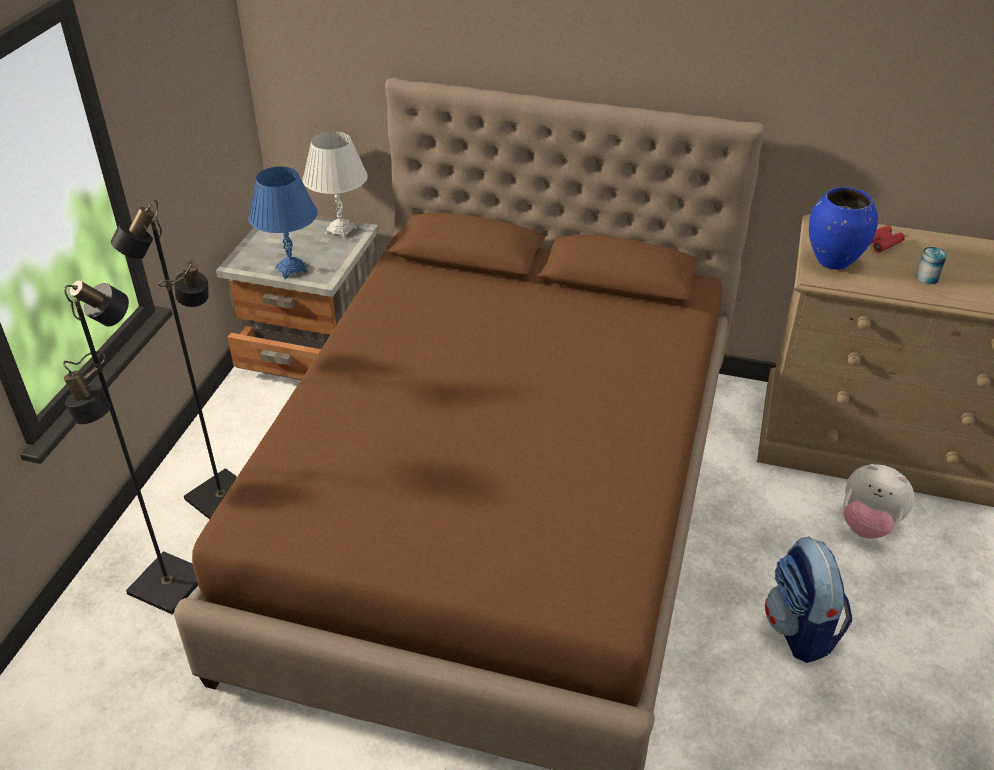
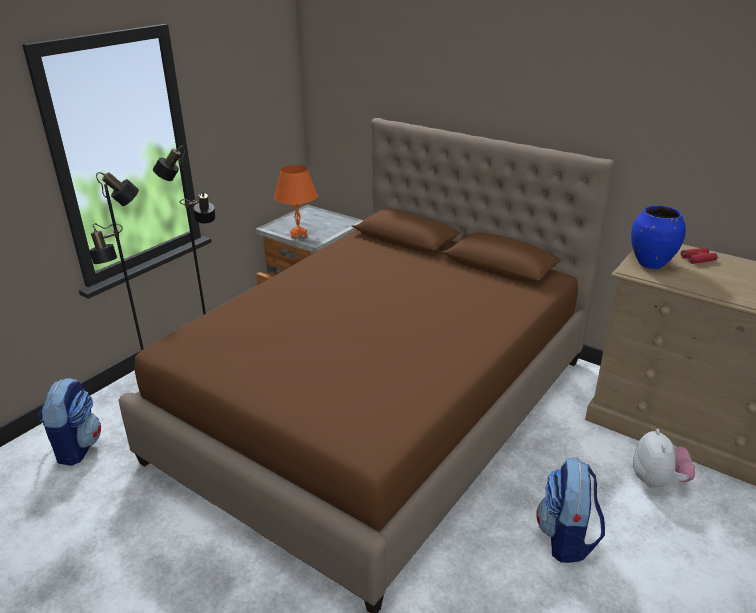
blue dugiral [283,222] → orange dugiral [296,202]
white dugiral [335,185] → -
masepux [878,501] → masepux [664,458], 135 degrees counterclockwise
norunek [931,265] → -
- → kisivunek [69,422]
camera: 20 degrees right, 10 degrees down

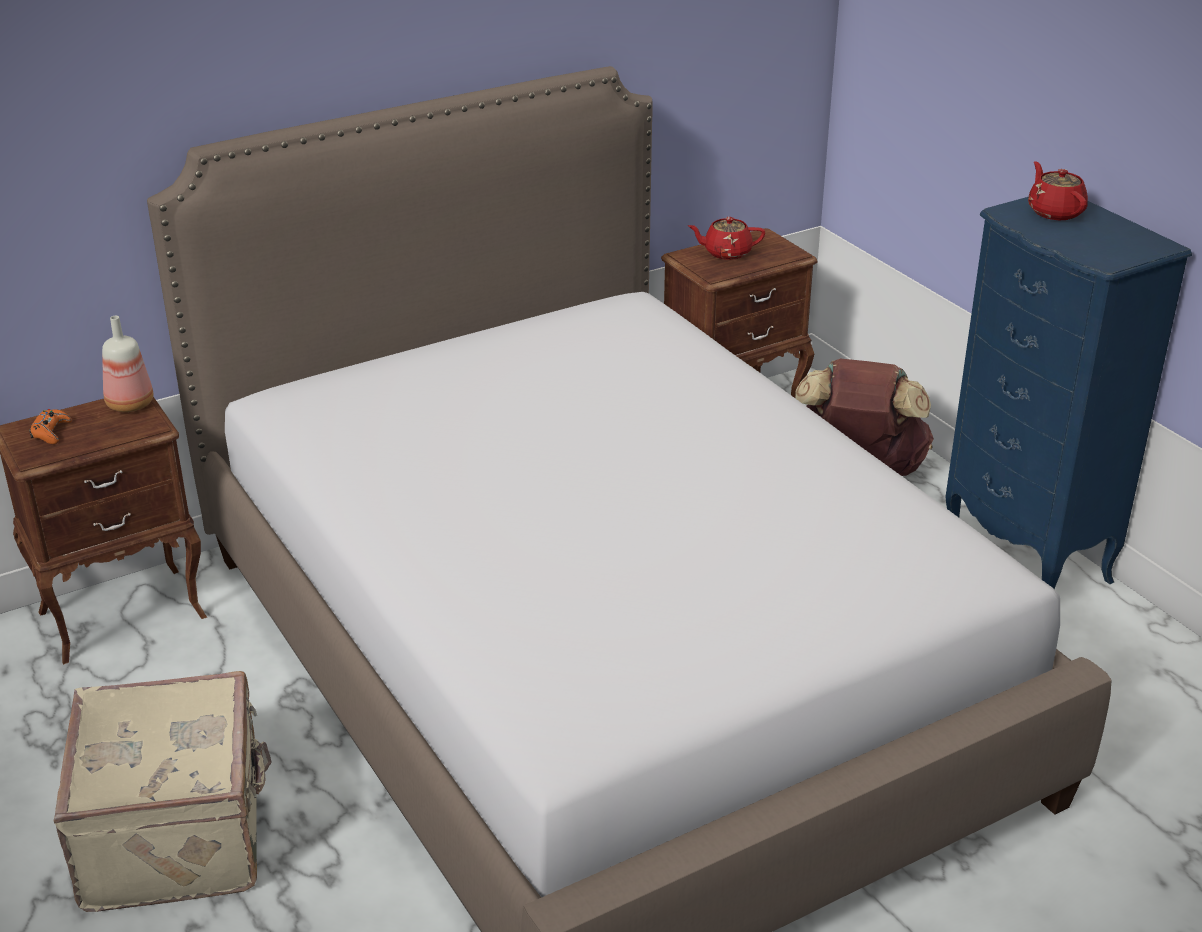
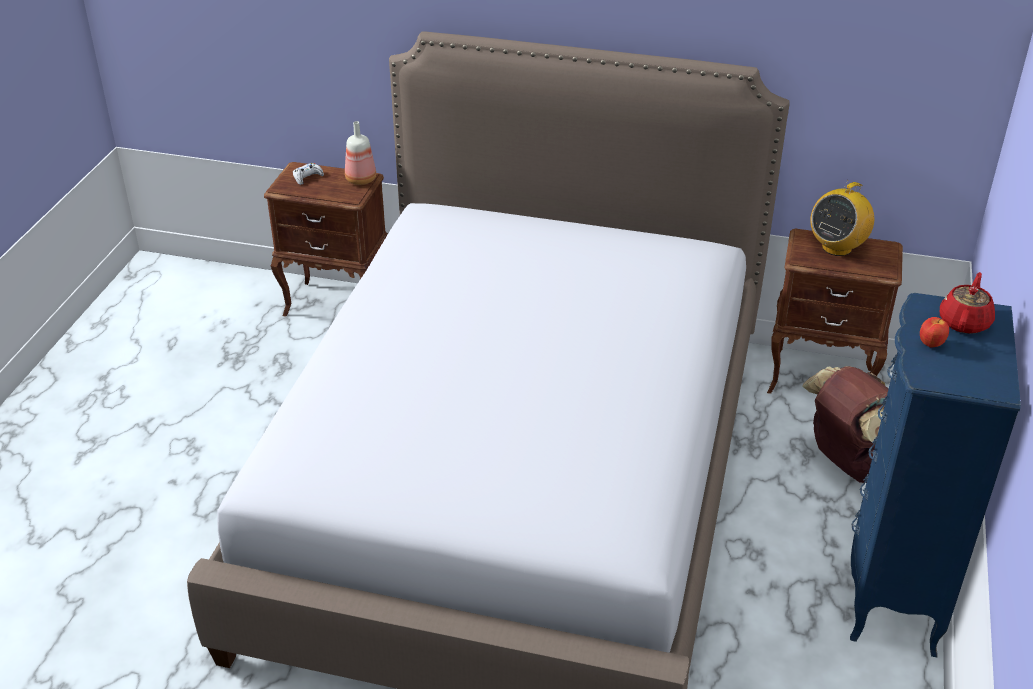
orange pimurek [50,426] → white pimurek [308,174]
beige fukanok [162,791] → -
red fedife [726,238] → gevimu [842,219]
- → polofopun [934,332]
camera: 45 degrees right, 5 degrees up

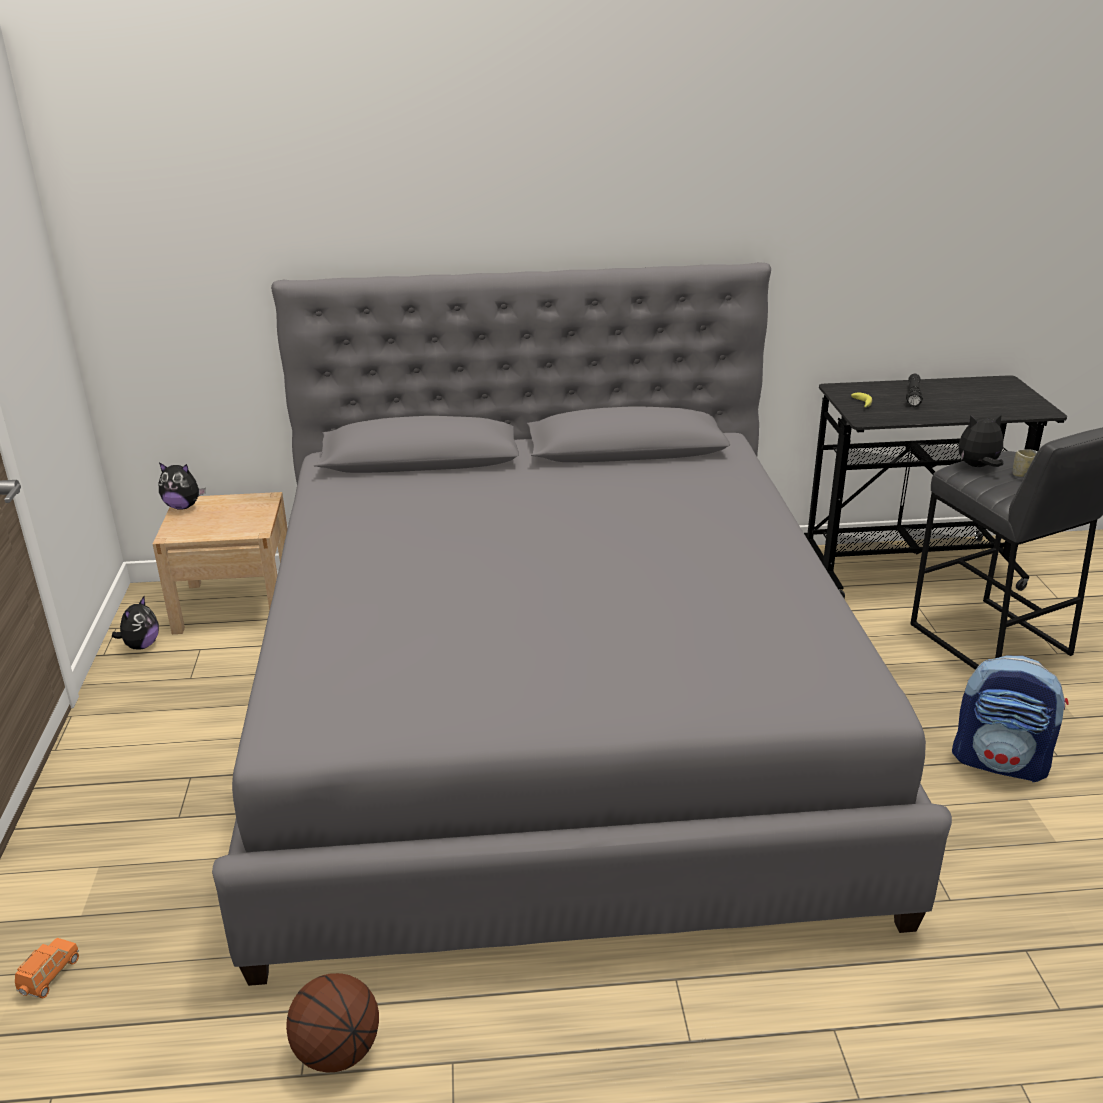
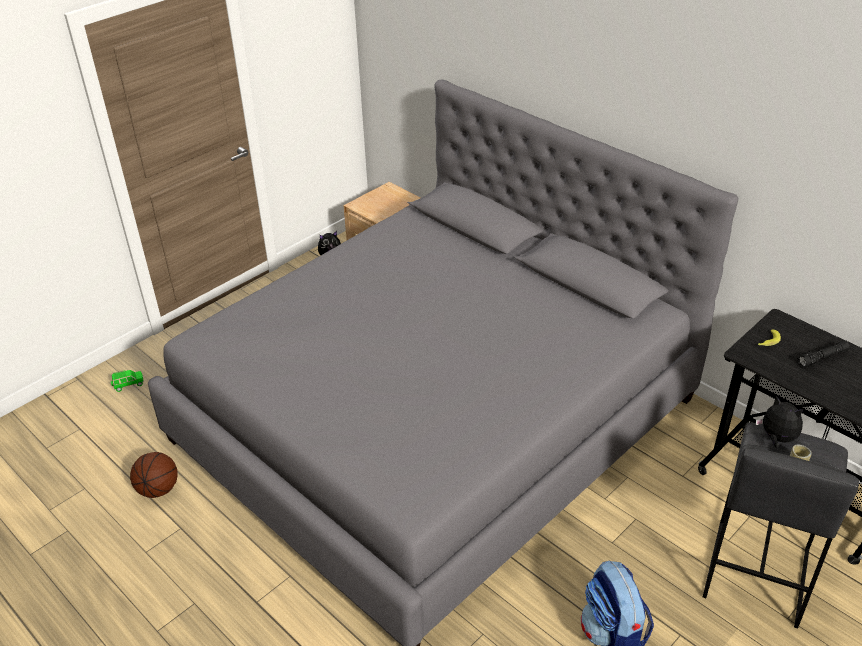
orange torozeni [47,968] → green torozeni [127,381]
masepux [182,486] → -
camera: 50 degrees right, 10 degrees up

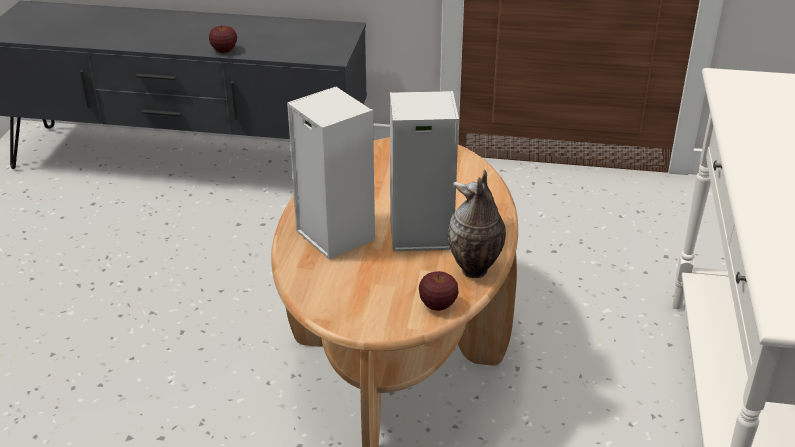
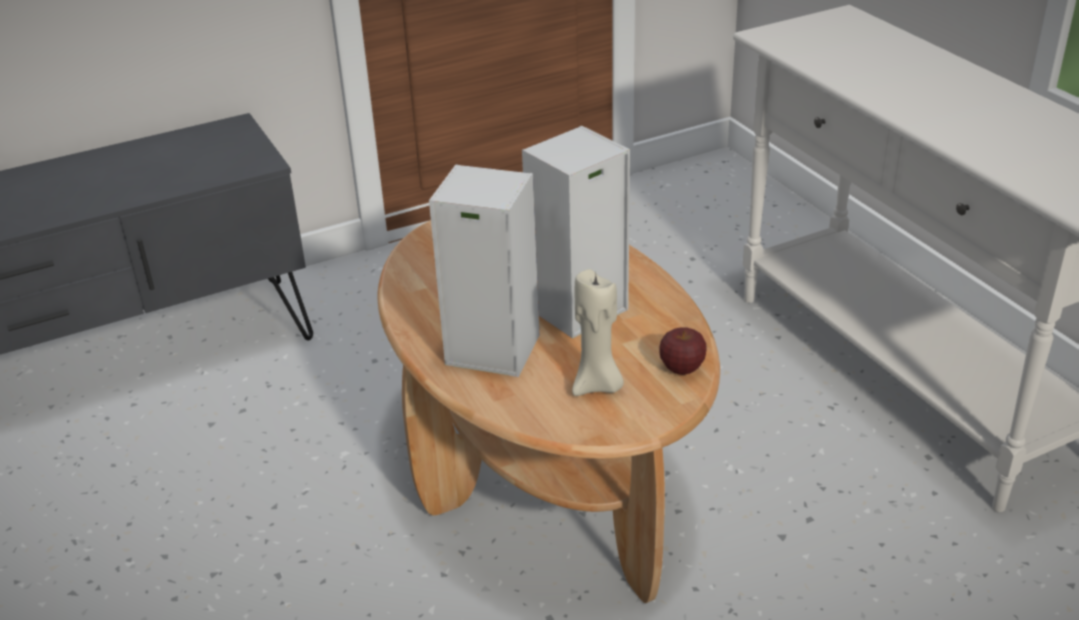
polofopun [223,39] → -
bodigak [477,224] → -
- → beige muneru [598,332]
camera: 35 degrees left, 0 degrees up

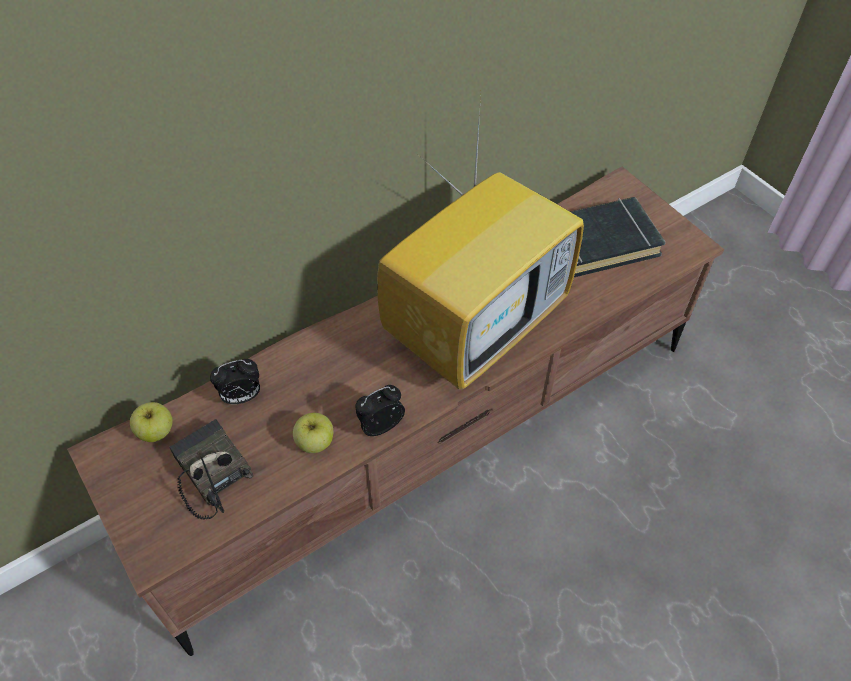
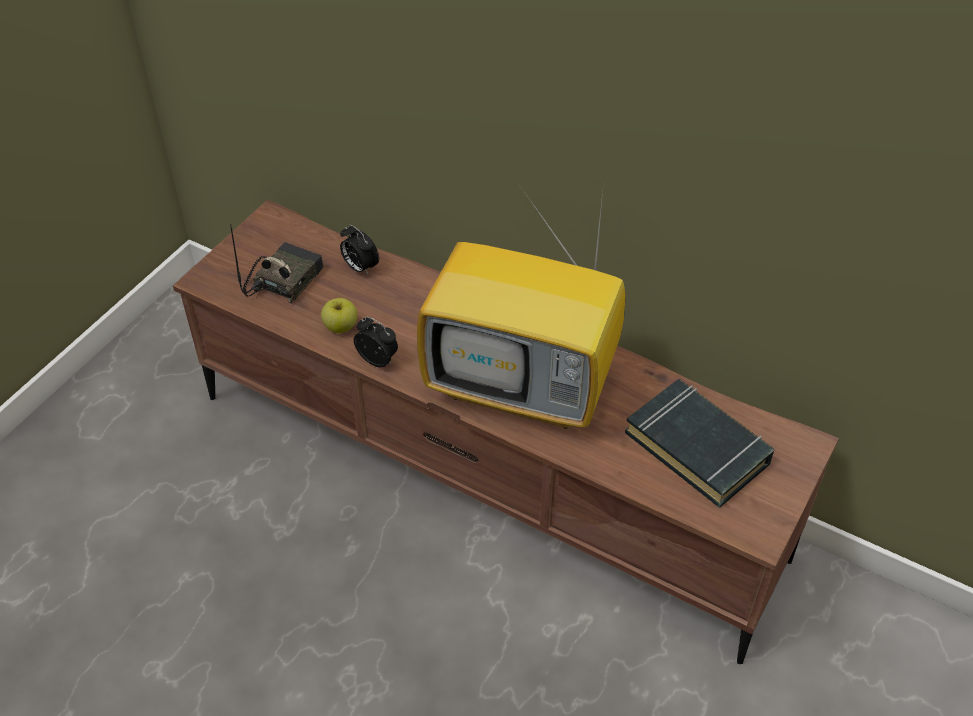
polofopun [151,422] → -
camera: 65 degrees right, 5 degrees down

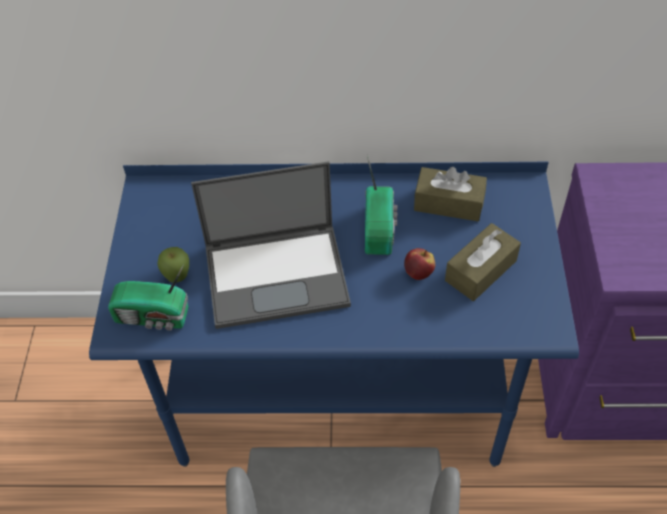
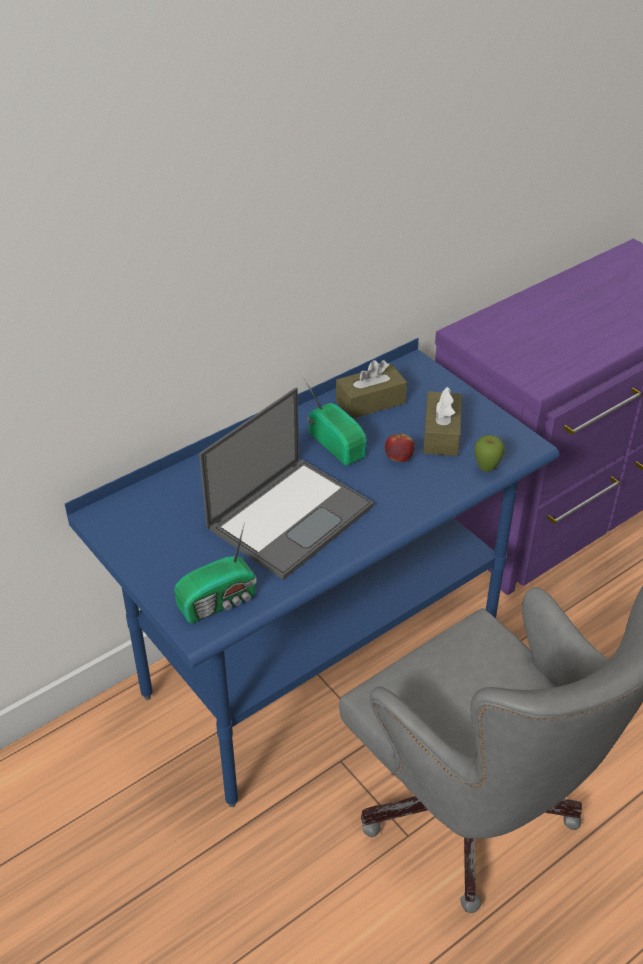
polofopun [173,264] → polofopun [490,453], move
camera: 40 degrees left, 10 degrees down

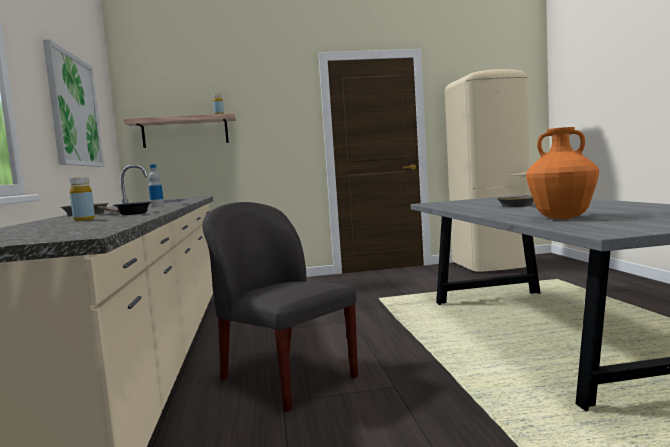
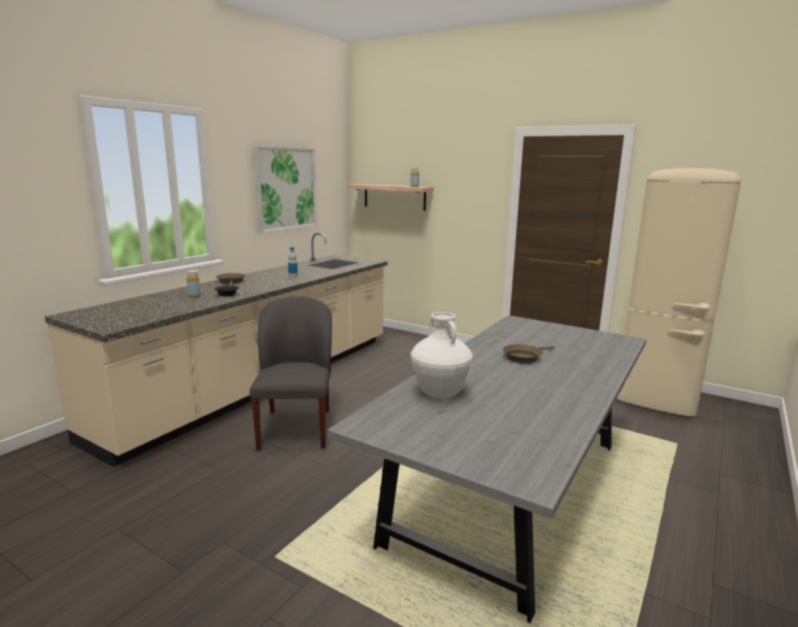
orange bodigak [562,173] → white bodigak [441,355]
camera: 40 degrees right, 10 degrees up

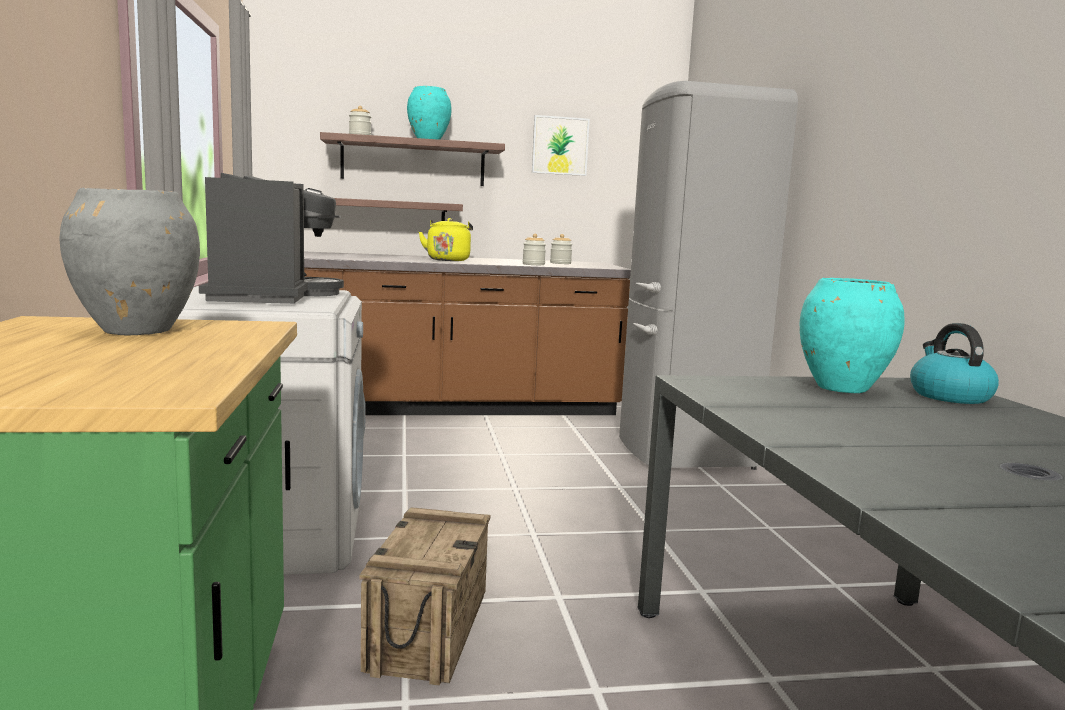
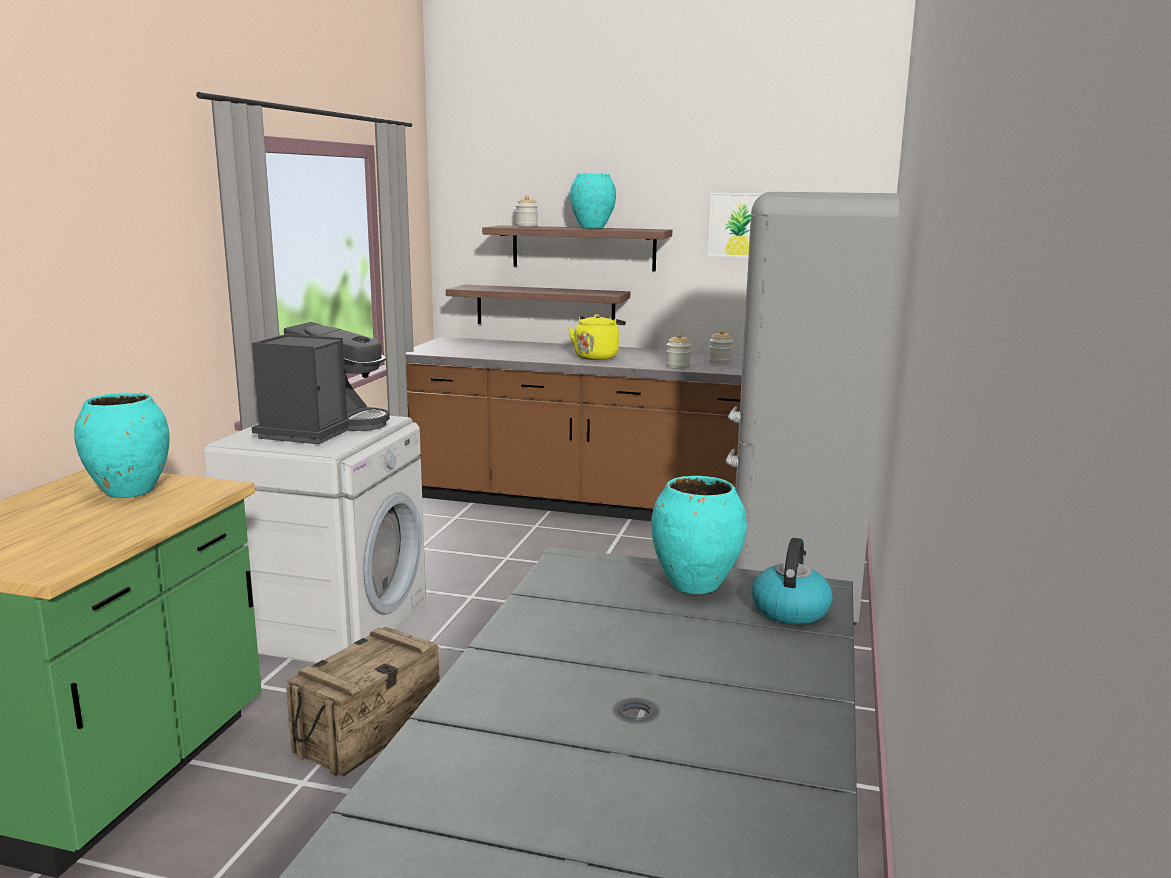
grey bodigak [130,261] → turquoise bodigak [121,445]
camera: 25 degrees right, 5 degrees up

